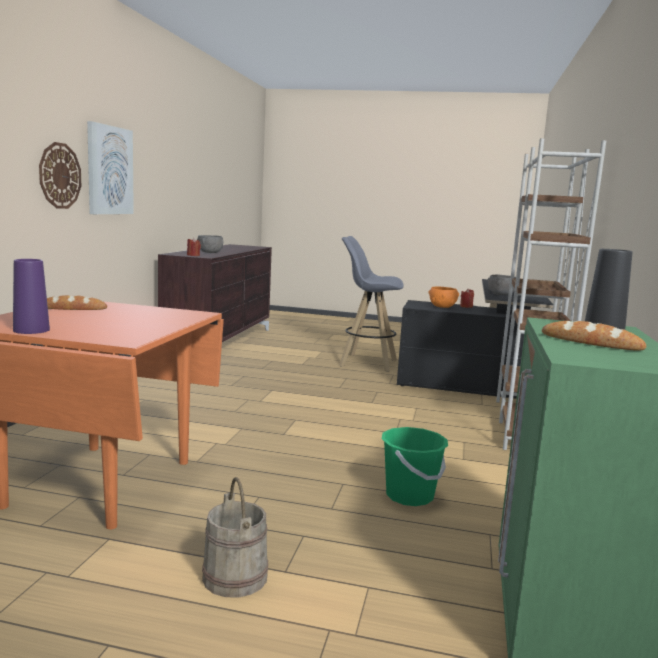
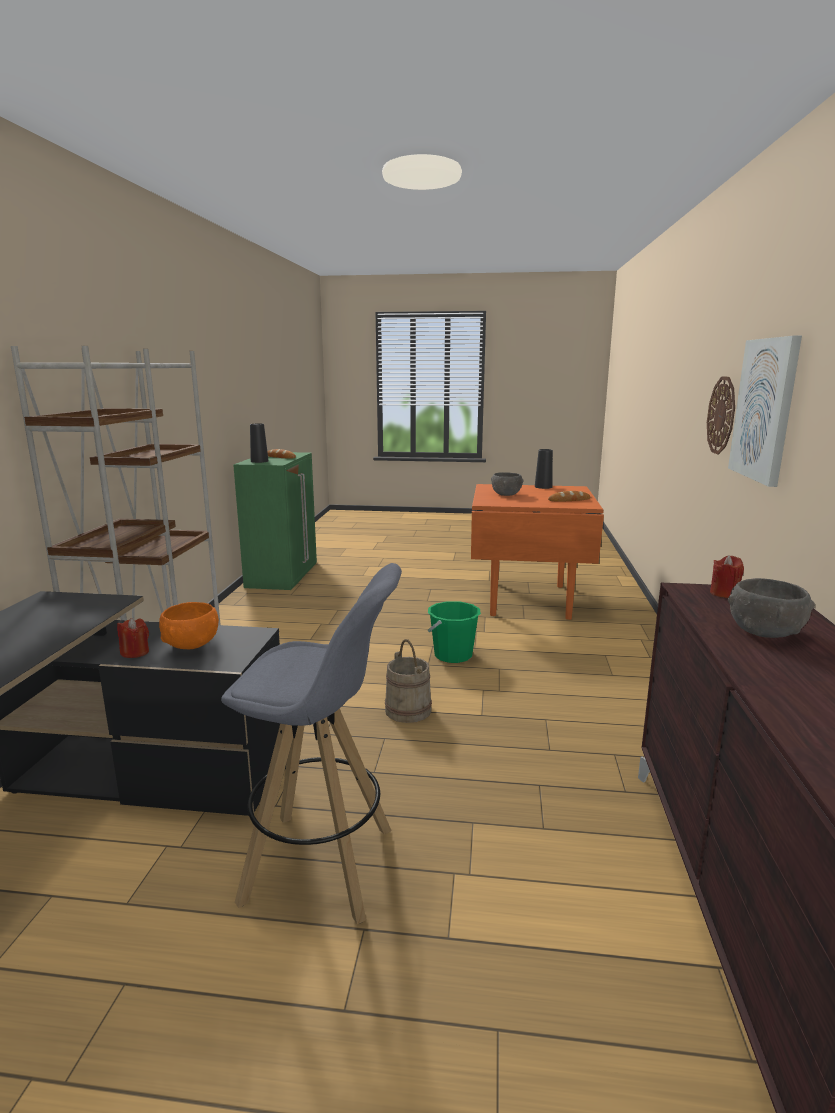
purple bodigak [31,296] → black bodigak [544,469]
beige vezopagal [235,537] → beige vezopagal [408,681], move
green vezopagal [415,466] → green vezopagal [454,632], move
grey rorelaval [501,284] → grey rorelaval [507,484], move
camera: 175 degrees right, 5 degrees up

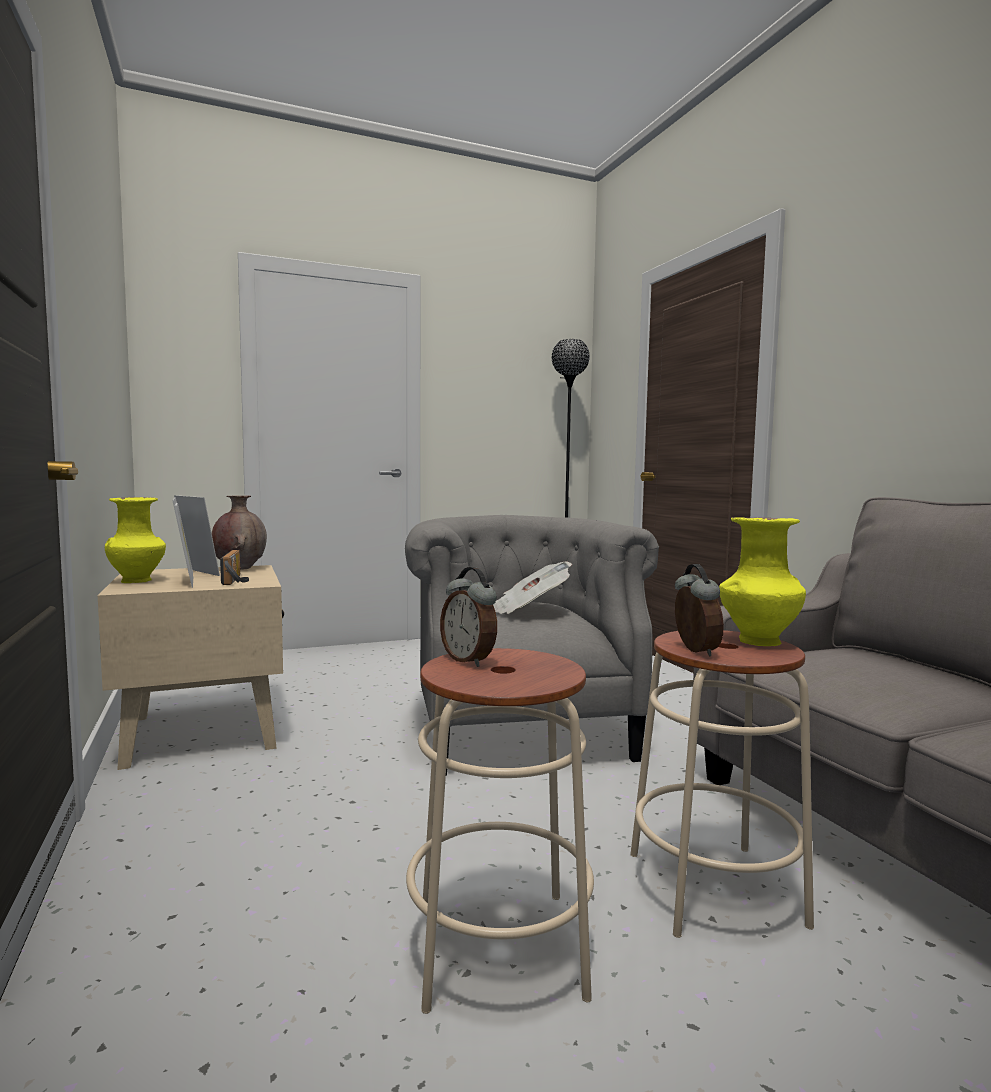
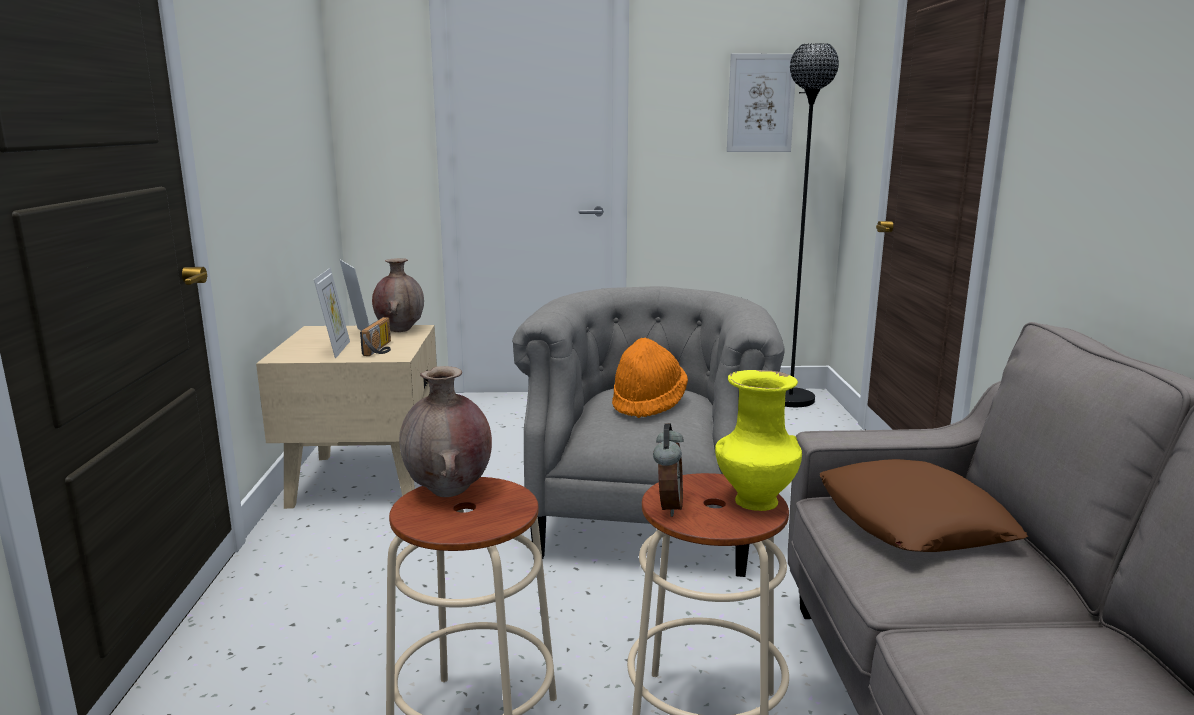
yellow bodigak [135,540] → -
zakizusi [468,617] → brown bodigak [445,431]
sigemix [532,588] → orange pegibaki [650,378]
- → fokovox [761,103]
- → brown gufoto [923,505]
camera: 20 degrees right, 10 degrees up

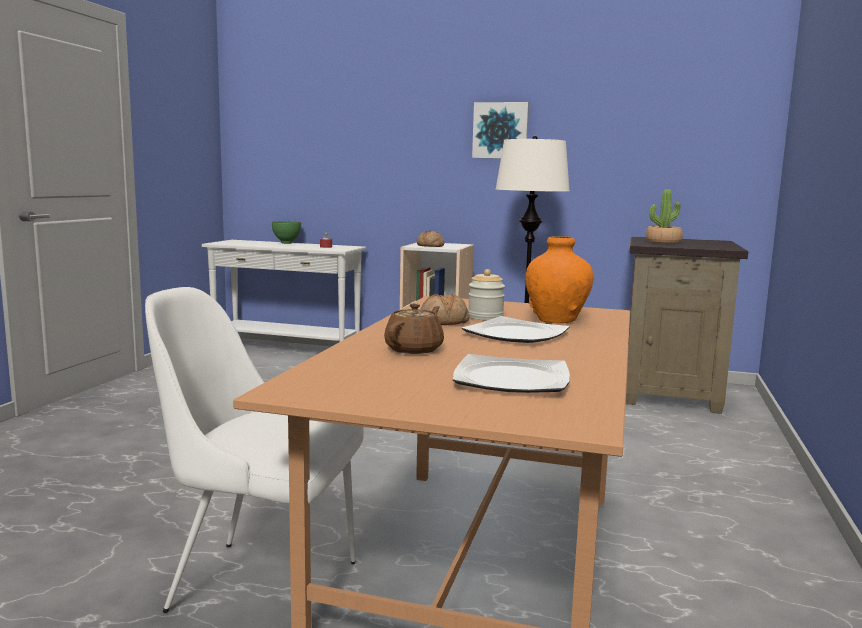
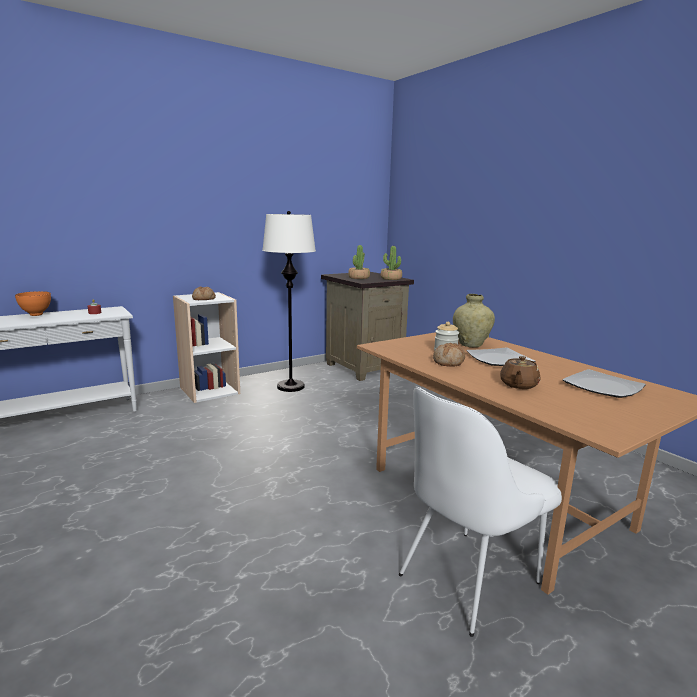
green rorelaval [286,232] → orange rorelaval [33,303]
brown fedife [414,328] → brown fedife [520,372], 135 degrees counterclockwise
fokovox [500,130] → -
orange bodigak [559,279] → beige bodigak [474,320]
- → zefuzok [391,263]
camera: 50 degrees left, 5 degrees up

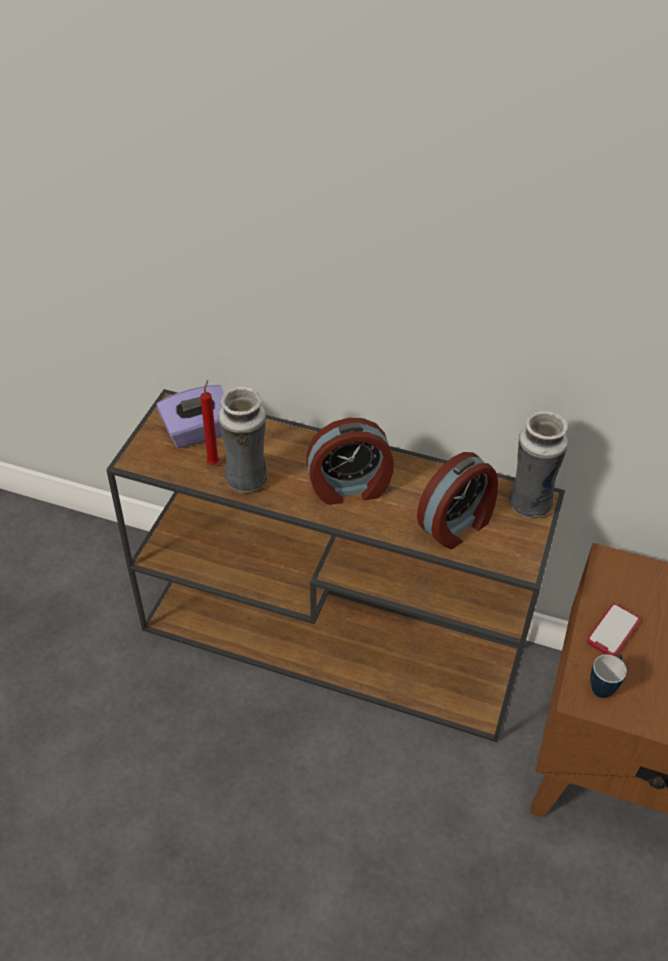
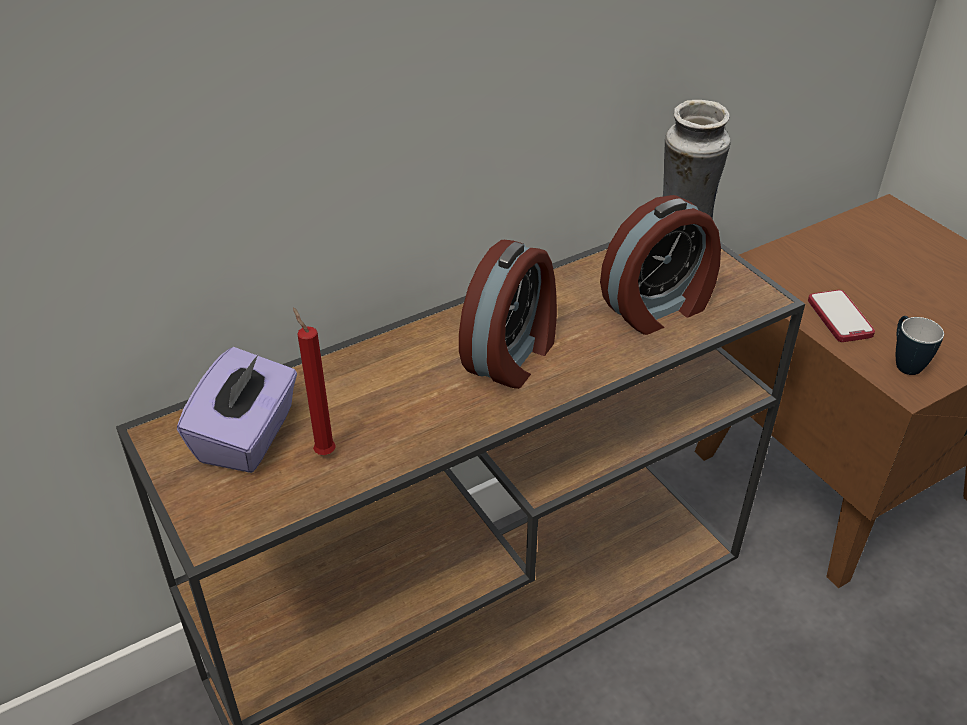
bodigak [243,439] → -
zakizusi [457,500] → zakizusi [660,265], 60 degrees clockwise
camera: 50 degrees left, 5 degrees down

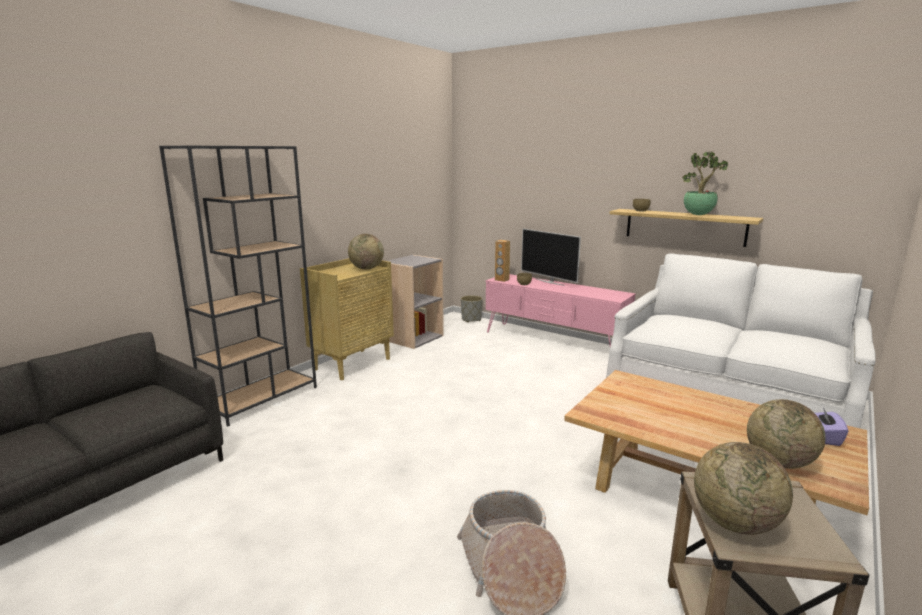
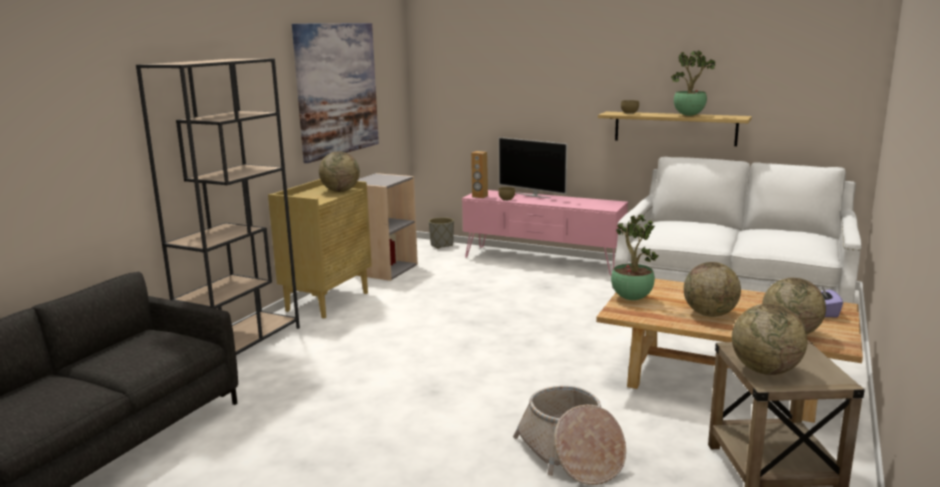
- → fokovox [335,93]
- → zefuzok [635,257]
- → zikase [712,289]
camera: 10 degrees left, 0 degrees up

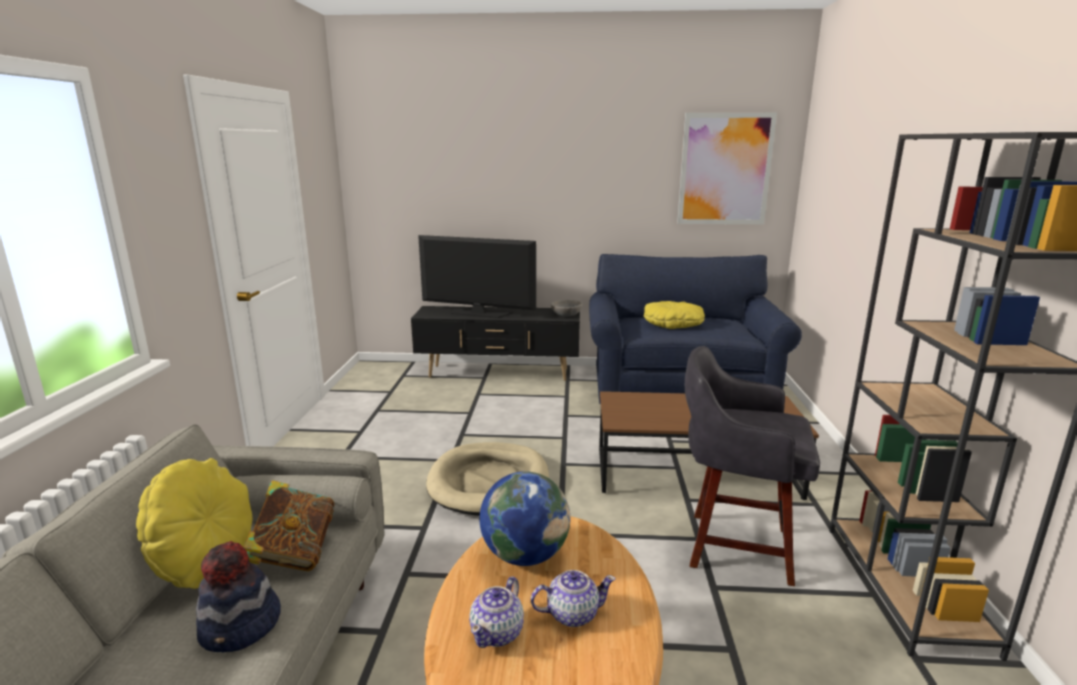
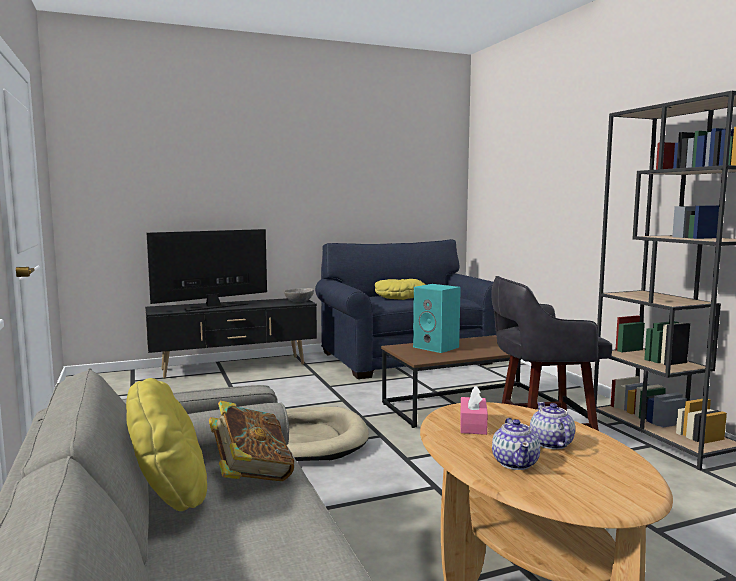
pegibaki [238,596] → -
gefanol [477,276] → gefanol [207,270], 150 degrees clockwise
zikase [525,518] → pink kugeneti [474,410]
fedife [573,598] → fedife [552,425], 60 degrees counterclockwise
fokovox [727,168] → -
- → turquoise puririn [437,318]
camera: 25 degrees left, 10 degrees down

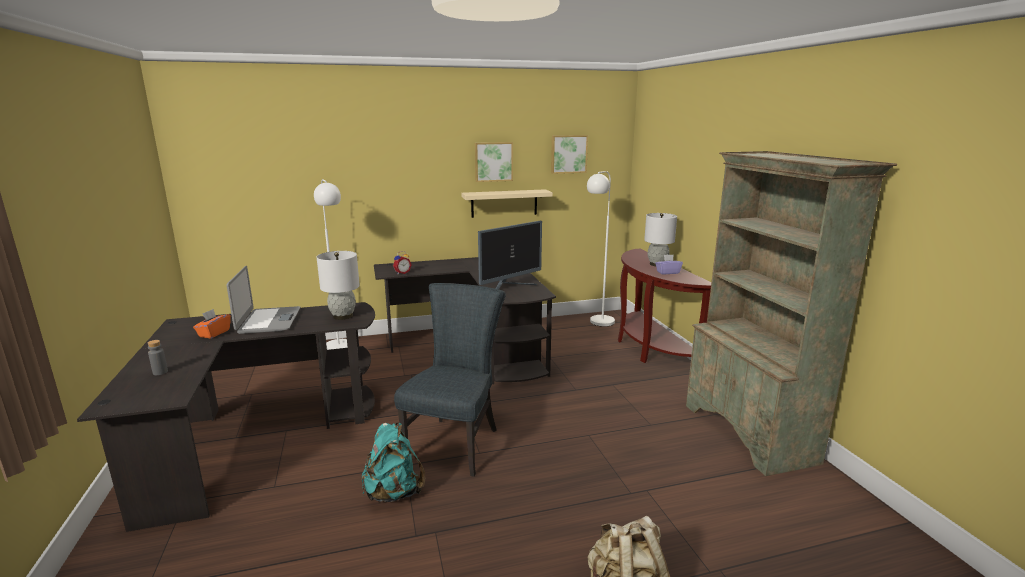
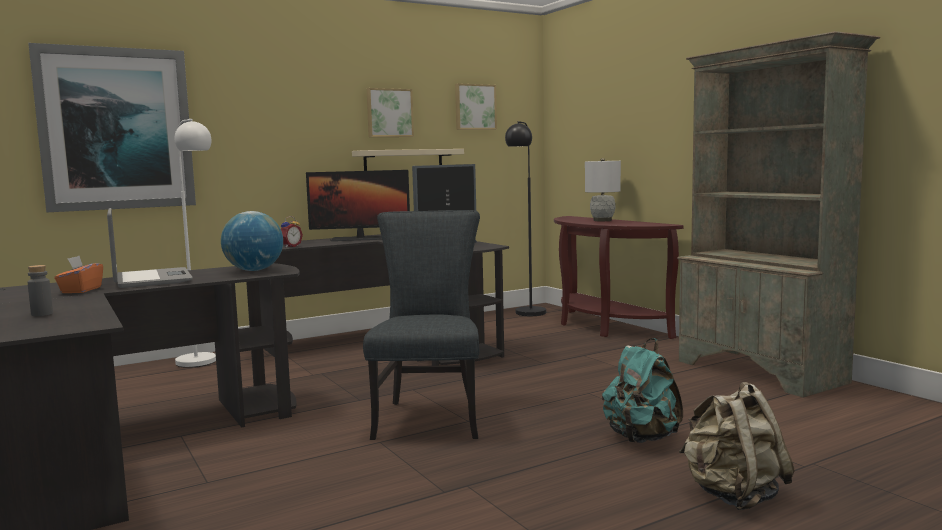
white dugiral [338,285] → zikase [252,241]
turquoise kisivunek [393,462] → turquoise kisivunek [642,390], move
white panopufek [601,249] → black panopufek [525,218]
purple kugeneti [669,264] → -
- → fokovox [112,127]
- → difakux [358,205]
camera: 15 degrees left, 10 degrees down

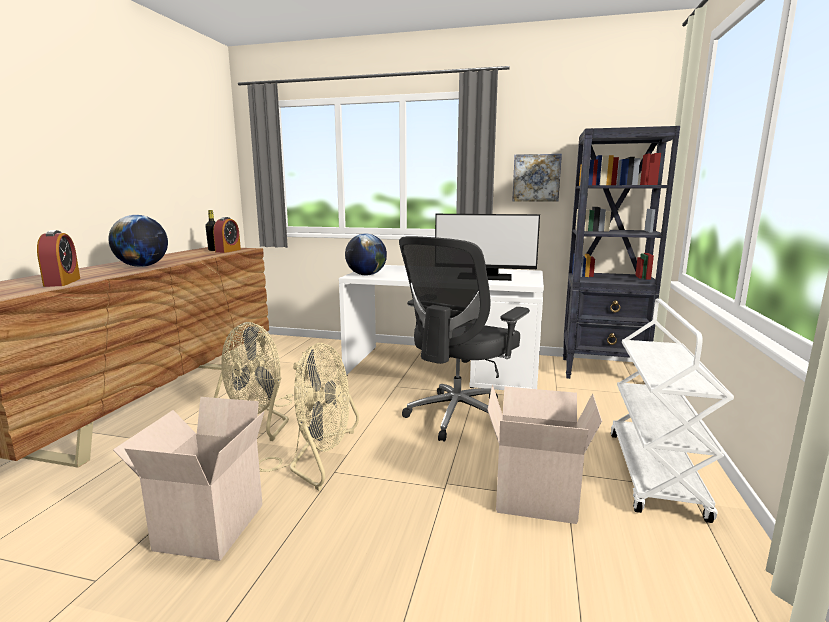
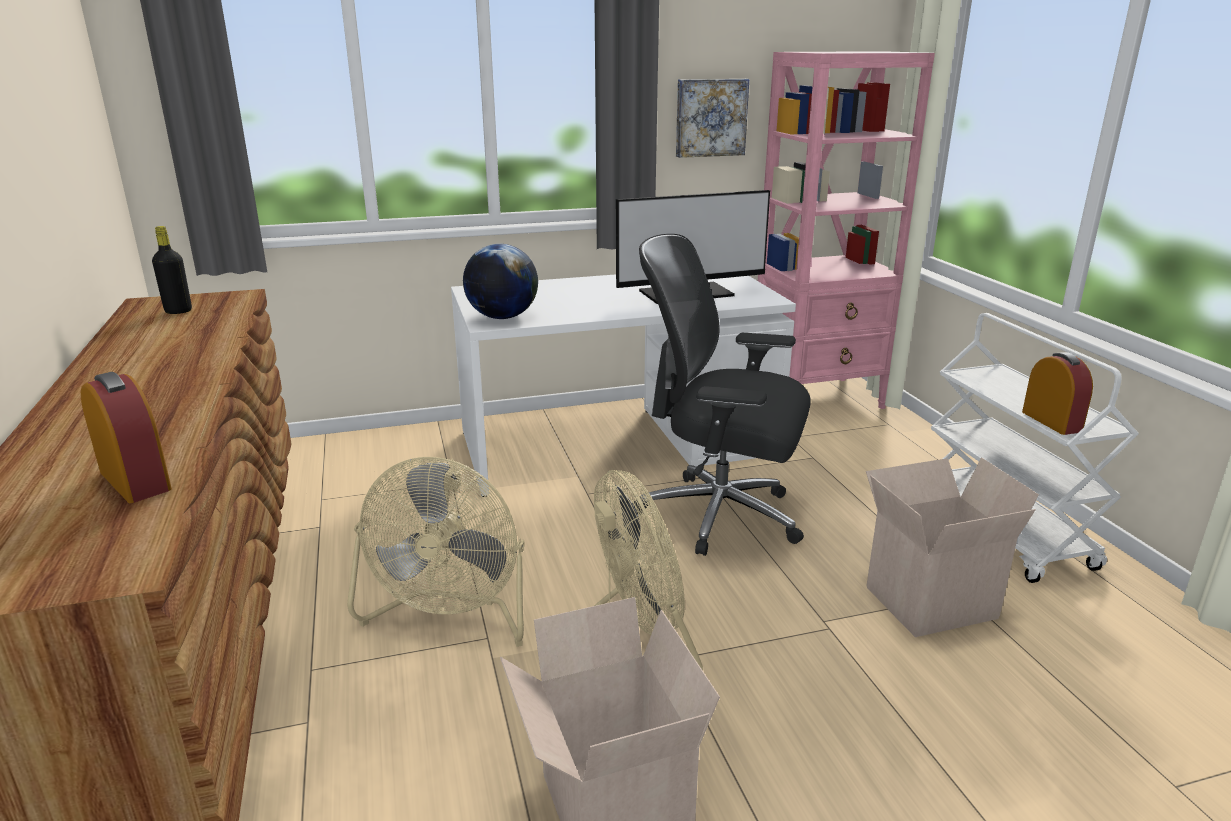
zikase [138,241] → -
zakizusi [227,235] → zakizusi [1057,393], move
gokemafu [464,339] → gokemafu [721,395], 105 degrees clockwise
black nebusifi [621,255] → pink nebusifi [846,230]
camera: 30 degrees left, 10 degrees up

